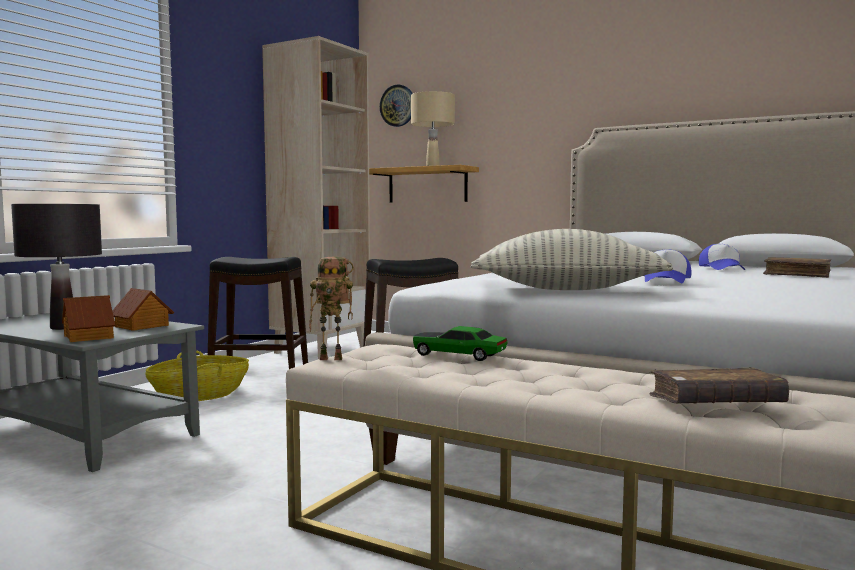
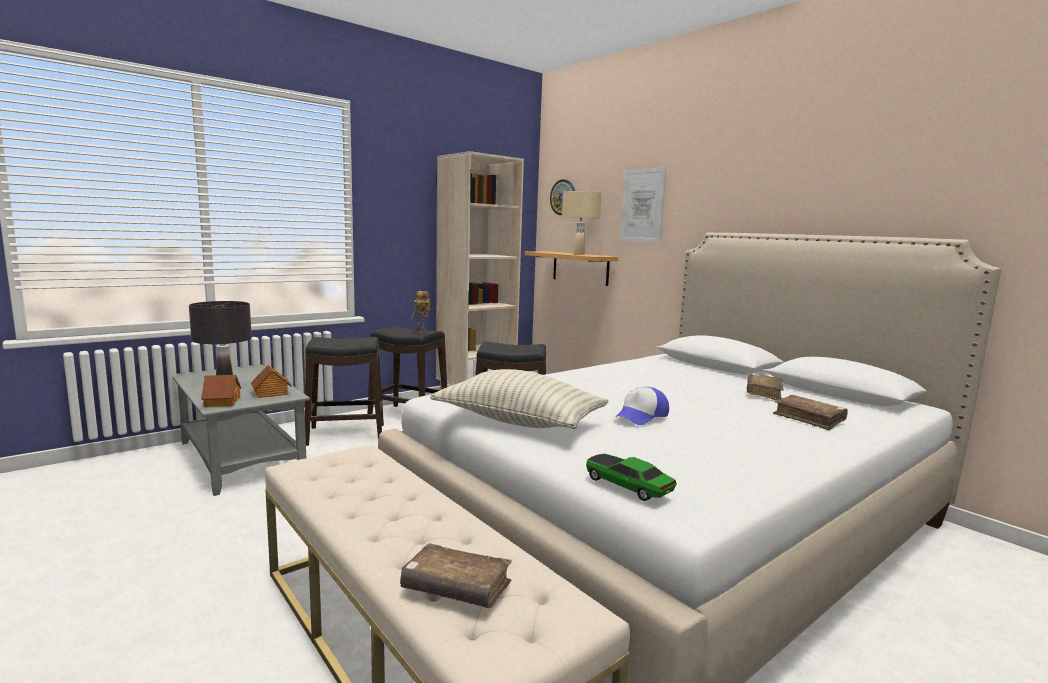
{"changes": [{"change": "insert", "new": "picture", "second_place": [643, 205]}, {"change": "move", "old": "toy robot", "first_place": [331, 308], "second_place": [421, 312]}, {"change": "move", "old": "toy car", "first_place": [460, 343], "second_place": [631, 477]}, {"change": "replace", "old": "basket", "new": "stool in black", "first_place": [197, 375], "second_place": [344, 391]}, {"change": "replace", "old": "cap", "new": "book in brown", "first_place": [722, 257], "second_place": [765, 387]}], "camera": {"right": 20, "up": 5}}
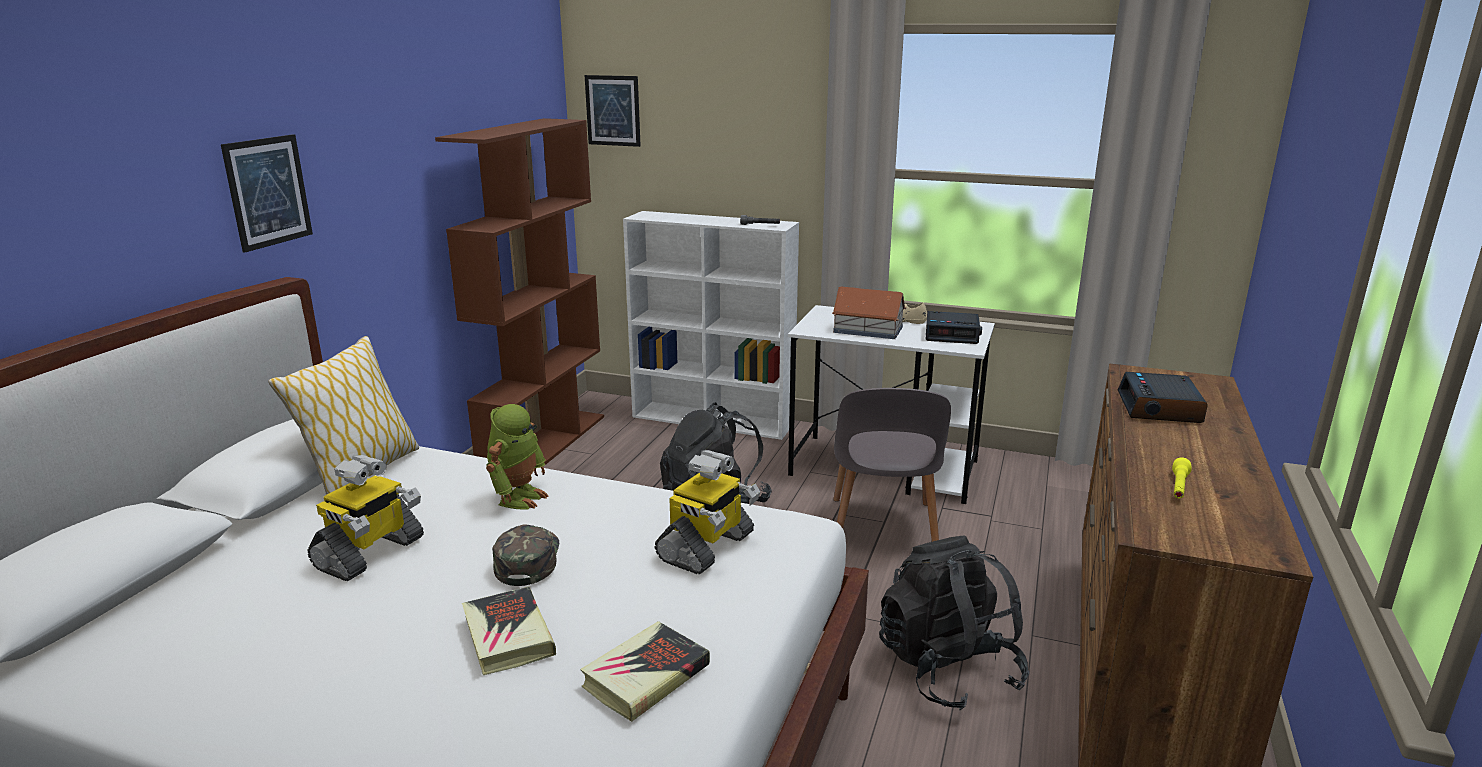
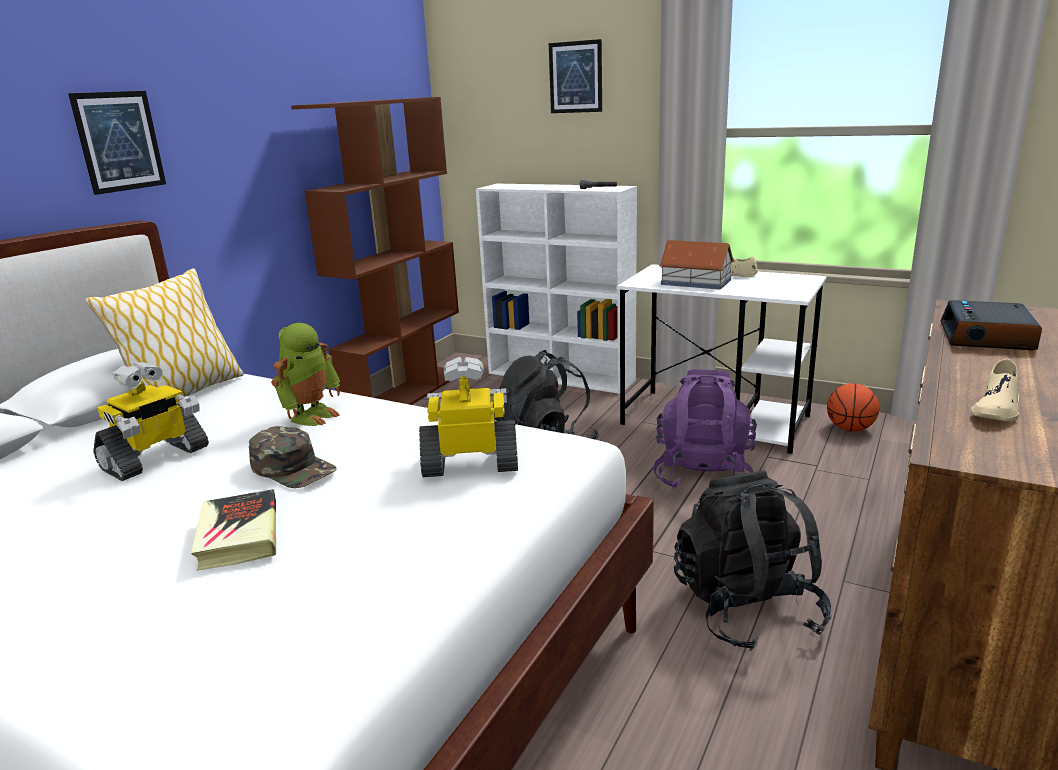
{"changes": [{"change": "delete", "old": "book", "first_place": [645, 671]}, {"change": "delete", "old": "alarm clock", "first_place": [954, 327]}, {"change": "insert", "new": "basketball", "second_place": [853, 407]}, {"change": "move", "old": "picture", "first_place": [613, 111], "second_place": [575, 76]}, {"change": "replace", "old": "chair in grey", "new": "backpack in purple", "first_place": [892, 465], "second_place": [705, 429]}, {"change": "replace", "old": "flashlight in yellow", "new": "shoe in beige", "first_place": [1181, 477], "second_place": [995, 389]}, {"change": "rotate", "old": "cap in green", "first_place": [525, 555], "second_place": [292, 457], "degrees": 120}, {"change": "rotate", "old": "toy robot", "first_place": [708, 512], "second_place": [468, 417], "degrees": -135}], "camera": {"right": 10, "up": 0}}
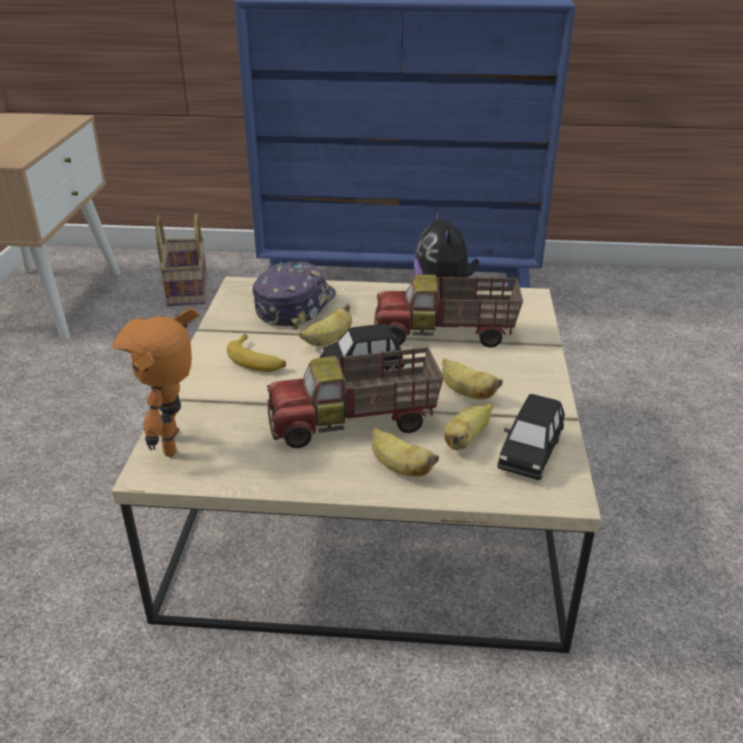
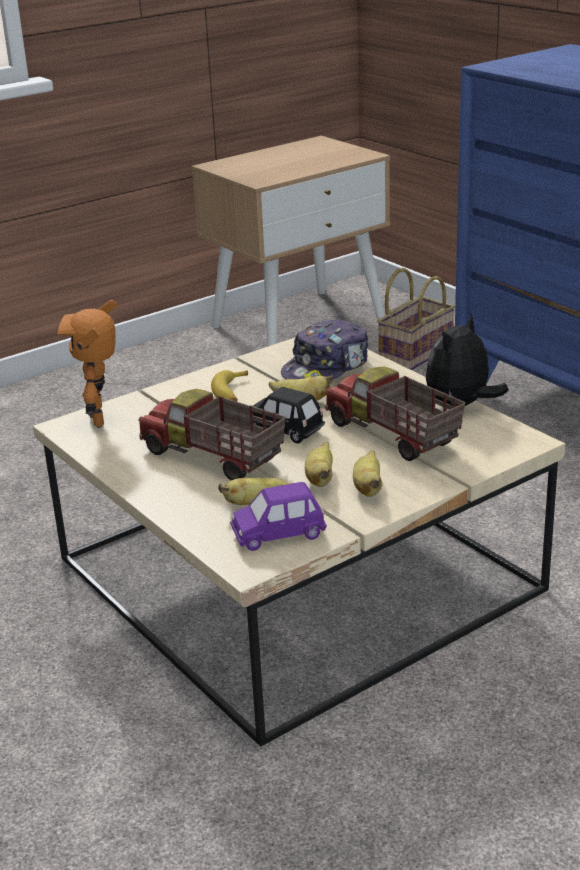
{"changes": [{"change": "move", "old": "banana", "first_place": [405, 452], "second_place": [367, 474]}, {"change": "recolor", "old": "toy car in black", "new": "toy car in purple", "first_place": [531, 437], "second_place": [278, 516]}, {"change": "rotate", "old": "toy robot", "first_place": [155, 382], "second_place": [87, 364], "degrees": -60}, {"change": "rotate", "old": "cap", "first_place": [294, 295], "second_place": [324, 349], "degrees": 150}], "camera": {"right": 50, "up": -5}}
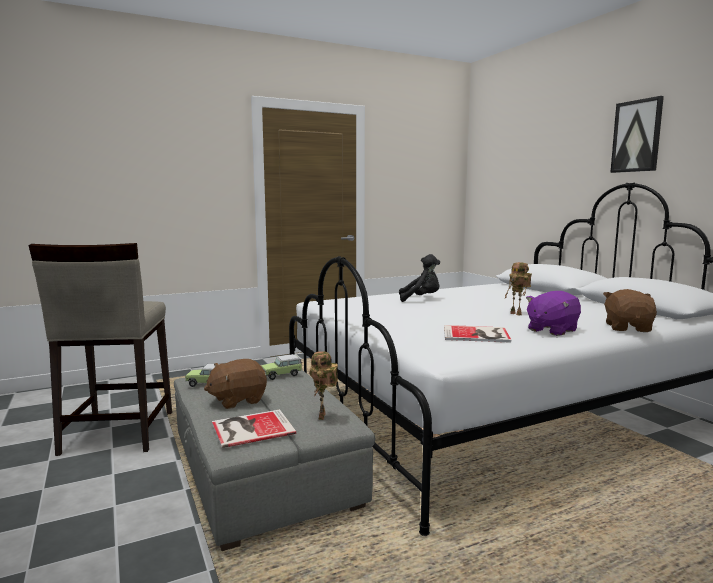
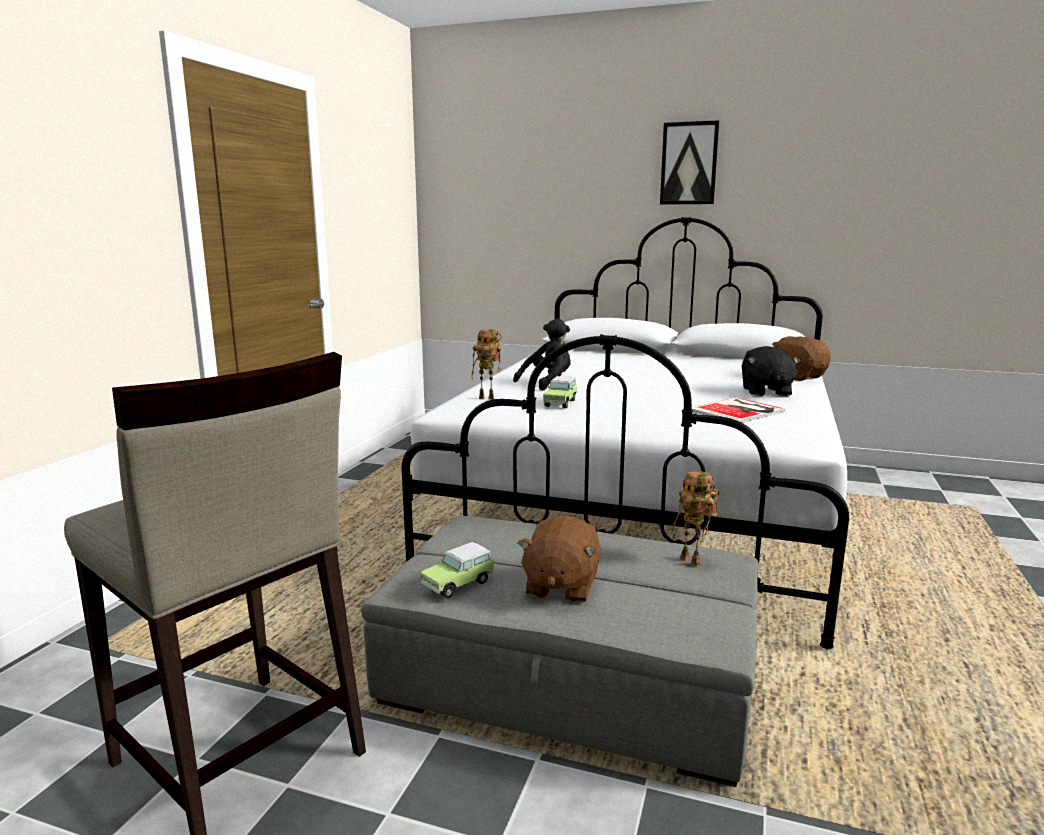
{"changes": [{"change": "delete", "old": "book", "first_place": [254, 428]}, {"change": "move", "old": "toy car", "first_place": [281, 367], "second_place": [560, 392]}, {"change": "move", "old": "toy robot", "first_place": [518, 289], "second_place": [486, 364]}, {"change": "recolor", "old": "plush toy in purple", "new": "plush toy in black", "first_place": [553, 313], "second_place": [771, 371]}], "camera": {"right": -45, "up": 5}}
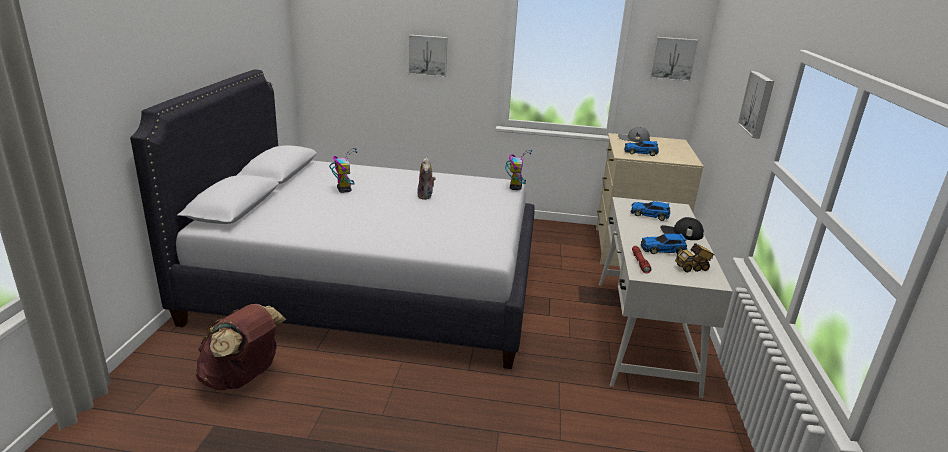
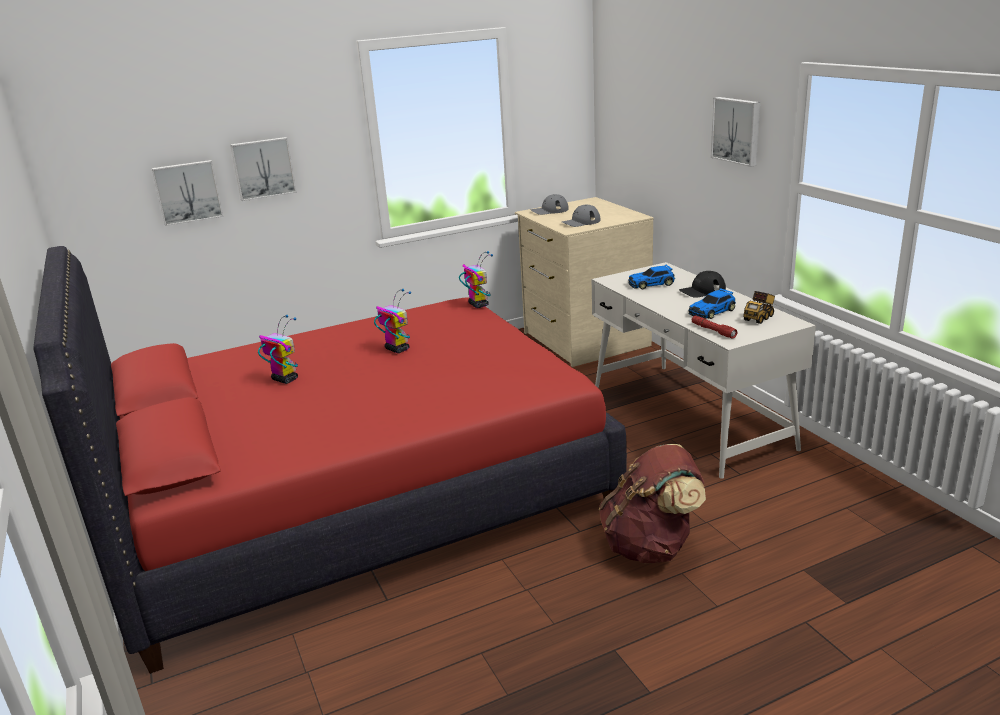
{"changes": [{"change": "move", "old": "backpack in brown", "first_place": [241, 347], "second_place": [652, 504]}, {"change": "move", "old": "picture", "first_place": [674, 59], "second_place": [187, 193]}, {"change": "replace", "old": "plush toy", "new": "toy robot", "first_place": [426, 178], "second_place": [392, 321]}, {"change": "replace", "old": "toy car", "new": "cap in grey", "first_place": [641, 148], "second_place": [581, 216]}, {"change": "recolor", "old": "bed in white", "new": "bed in red", "first_place": [332, 219], "second_place": [330, 460]}], "camera": {"right": -30, "up": 0}}
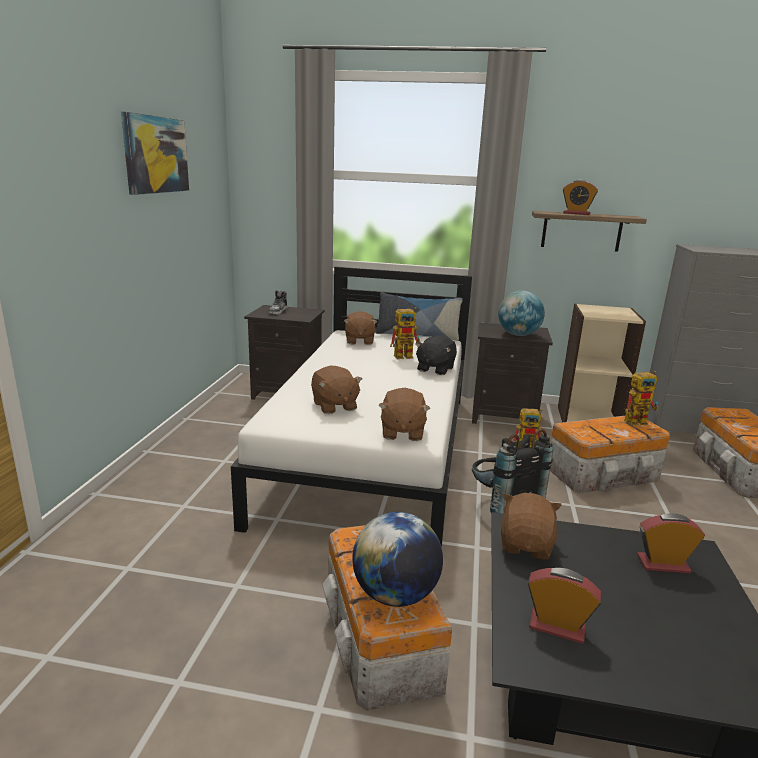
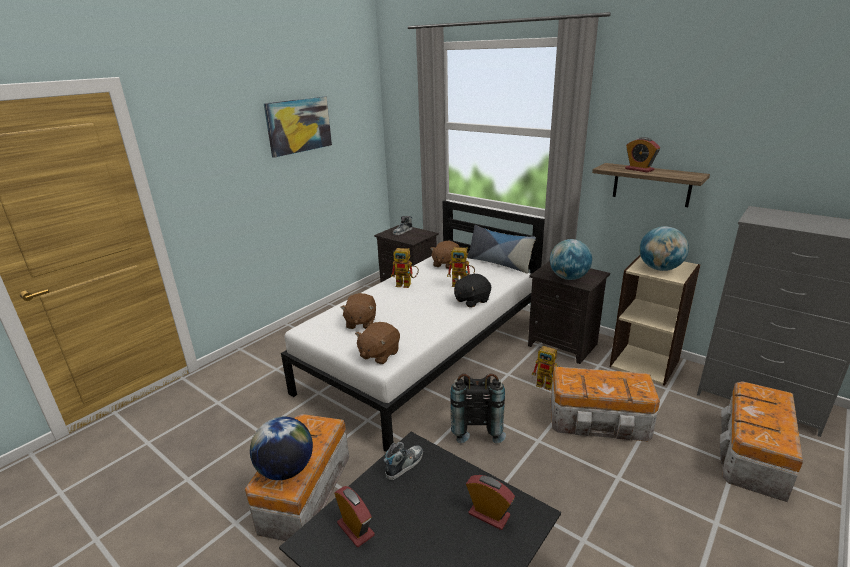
{"changes": [{"change": "insert", "new": "globe", "second_place": [664, 248]}, {"change": "move", "old": "toy robot", "first_place": [641, 398], "second_place": [405, 268]}, {"change": "replace", "old": "plush toy in brown", "new": "shoe", "first_place": [531, 526], "second_place": [403, 461]}], "camera": {"right": 30, "up": 5}}
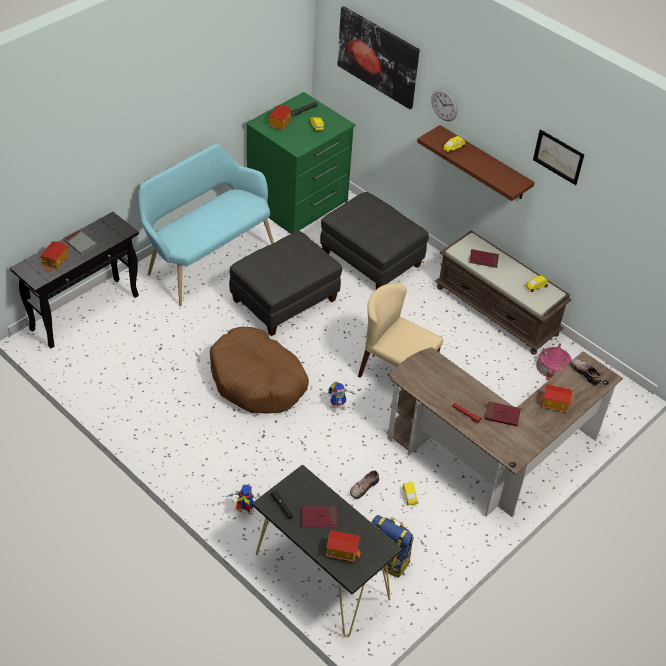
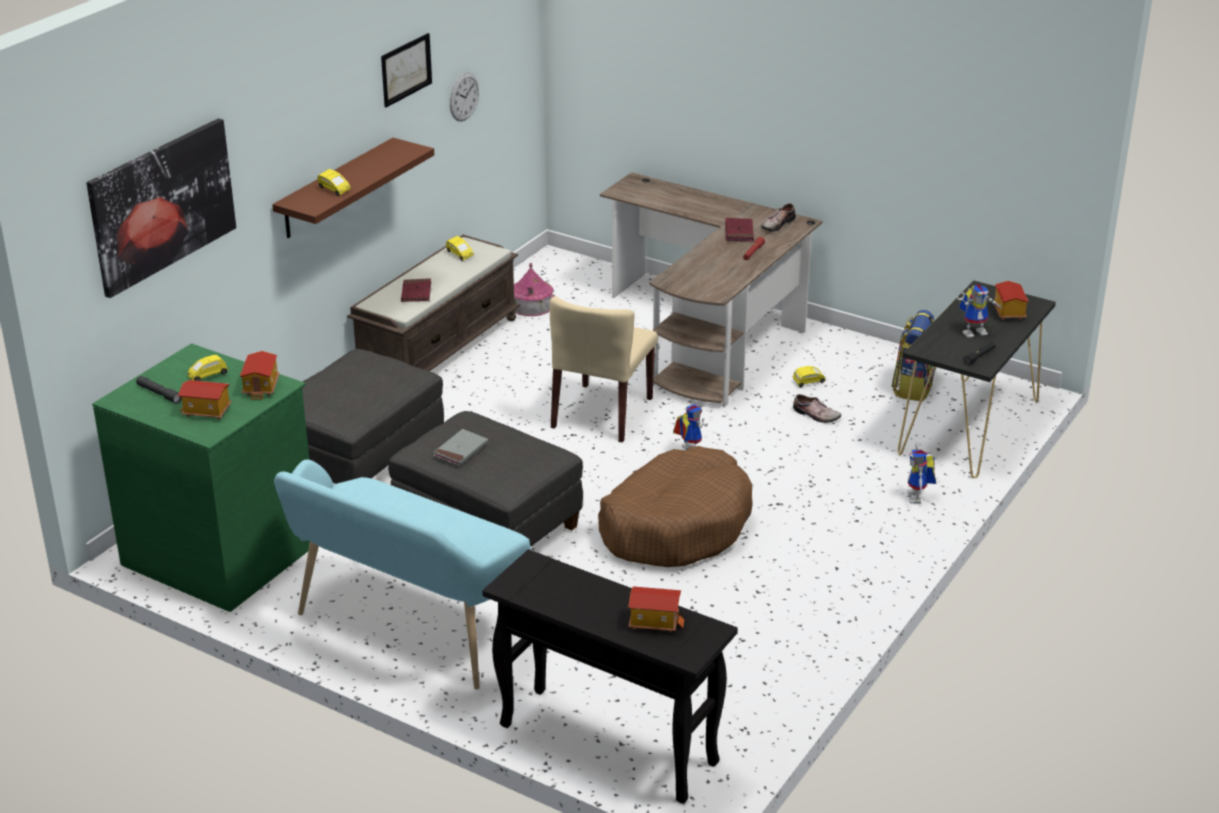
{"changes": [{"change": "move", "old": "book in grey", "first_place": [80, 242], "second_place": [461, 447]}, {"change": "move", "old": "wall clock", "first_place": [444, 105], "second_place": [464, 96]}, {"change": "move", "old": "toy house", "first_place": [555, 398], "second_place": [260, 375]}, {"change": "move", "old": "shoe", "first_place": [586, 372], "second_place": [778, 217]}, {"change": "replace", "old": "book in red", "new": "toy robot", "first_place": [319, 517], "second_place": [979, 311]}], "camera": {"right": -100, "up": -15}}
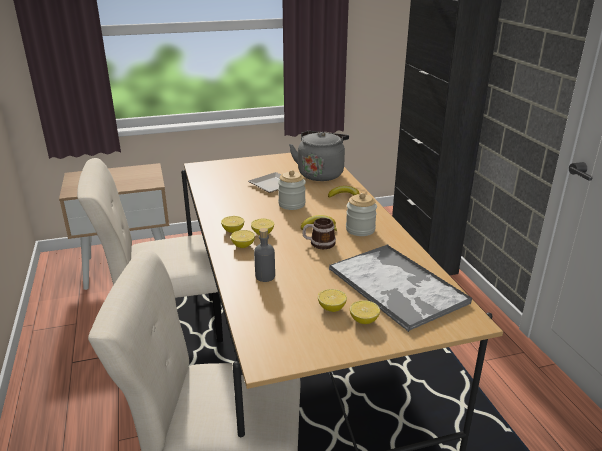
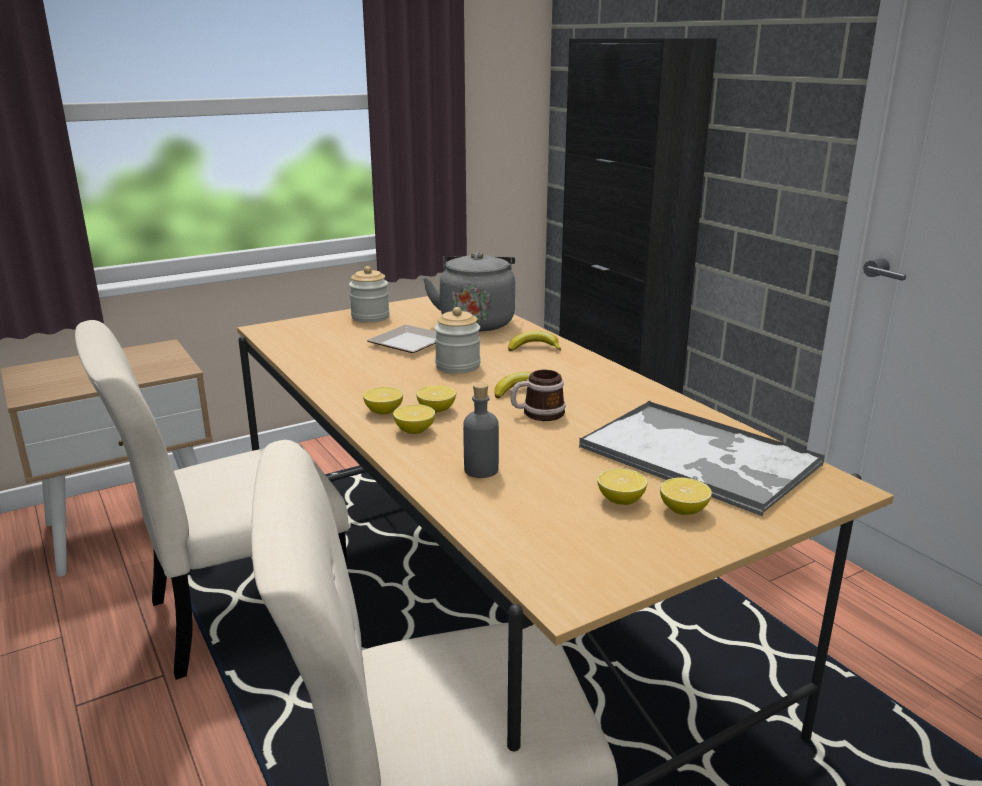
{"changes": [{"change": "move", "old": "jar", "first_place": [361, 214], "second_place": [369, 294]}], "camera": {"right": -15, "up": -5}}
